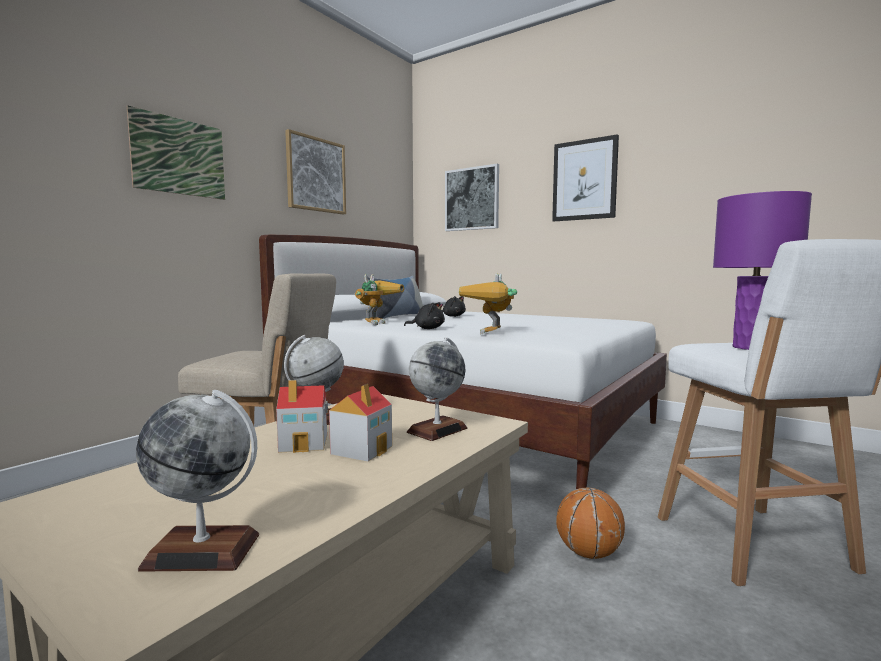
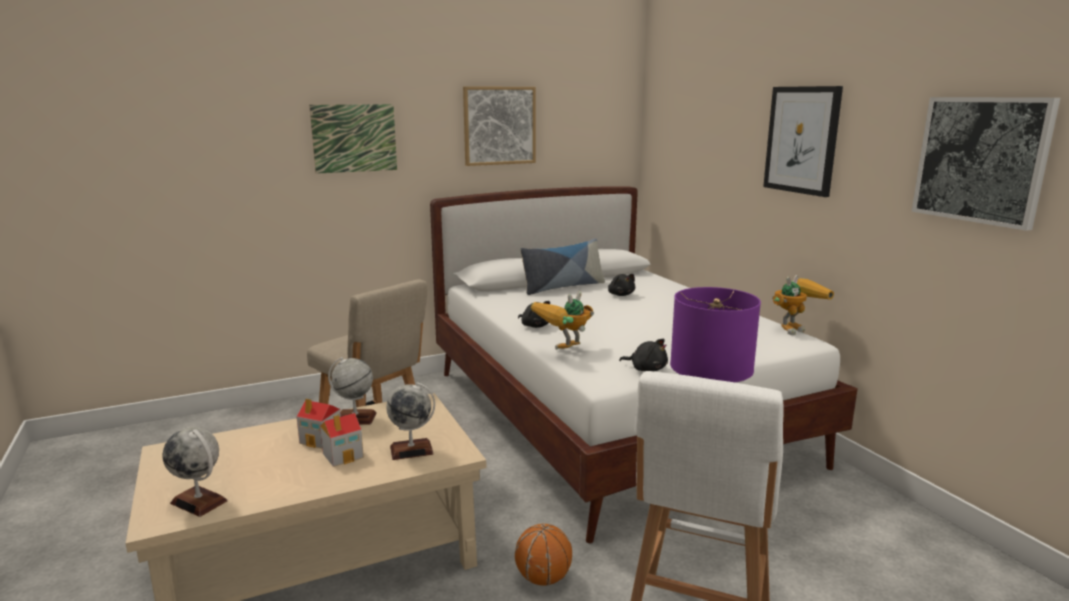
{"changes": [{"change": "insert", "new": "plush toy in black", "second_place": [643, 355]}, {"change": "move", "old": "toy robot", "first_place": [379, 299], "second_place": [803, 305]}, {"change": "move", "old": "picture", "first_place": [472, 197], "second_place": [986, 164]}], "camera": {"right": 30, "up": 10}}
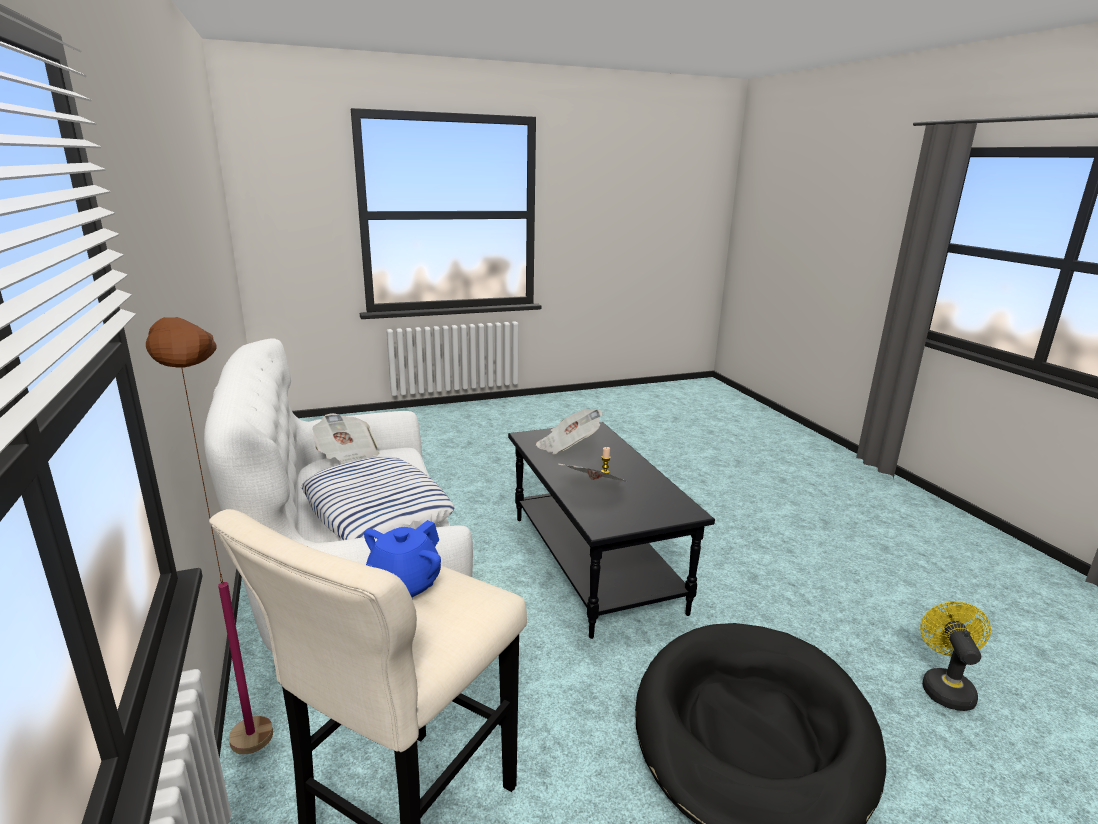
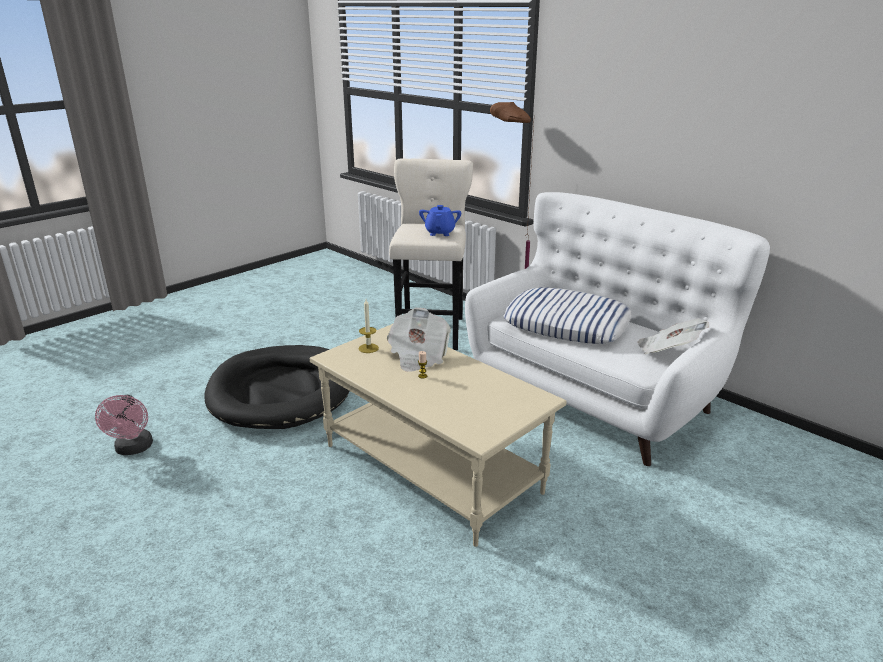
{"changes": [{"change": "delete", "old": "newspaper", "first_place": [569, 432]}, {"change": "insert", "new": "candle", "second_place": [369, 326]}, {"change": "recolor", "old": "coffee table in black", "new": "coffee table in beige", "first_place": [611, 530], "second_place": [438, 435]}, {"change": "recolor", "old": "fan in yellow", "new": "fan in pink", "first_place": [955, 656], "second_place": [124, 425]}], "camera": {"right": 155, "up": 5}}
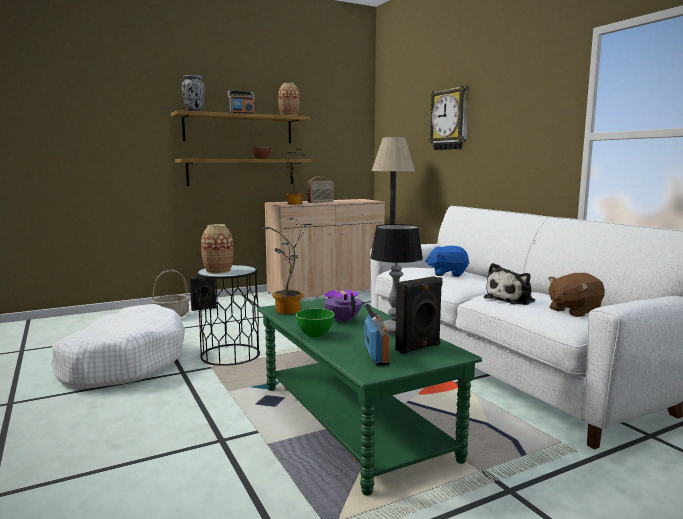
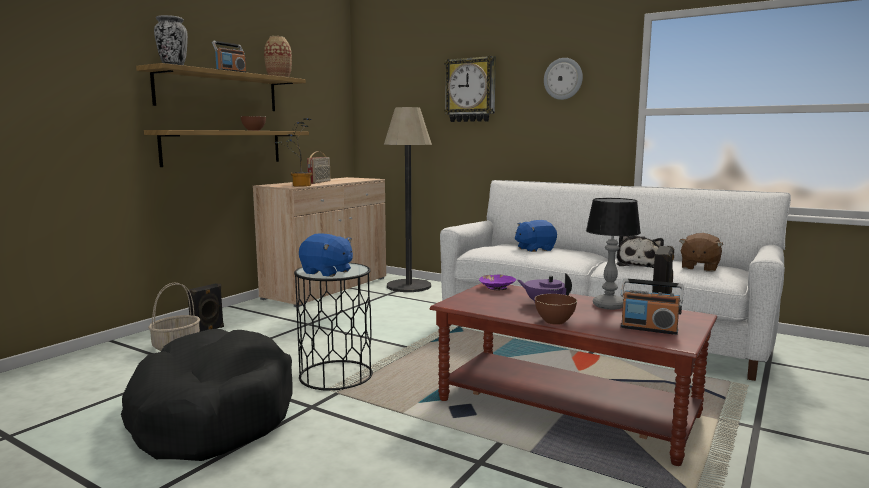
{"changes": [{"change": "delete", "old": "potted plant", "first_place": [286, 266]}, {"change": "insert", "new": "wall clock", "second_place": [563, 79]}, {"change": "replace", "old": "vase", "new": "plush toy in blue", "first_place": [217, 249], "second_place": [326, 255]}, {"change": "recolor", "old": "dog bed in white", "new": "dog bed in black", "first_place": [118, 346], "second_place": [207, 395]}, {"change": "recolor", "old": "coffee table in green", "new": "coffee table in brown", "first_place": [370, 397], "second_place": [573, 374]}, {"change": "recolor", "old": "bowl in green", "new": "bowl in brown", "first_place": [315, 323], "second_place": [555, 309]}, {"change": "rotate", "old": "radio", "first_place": [377, 334], "second_place": [652, 306], "degrees": 150}], "camera": {"right": -30, "up": 0}}
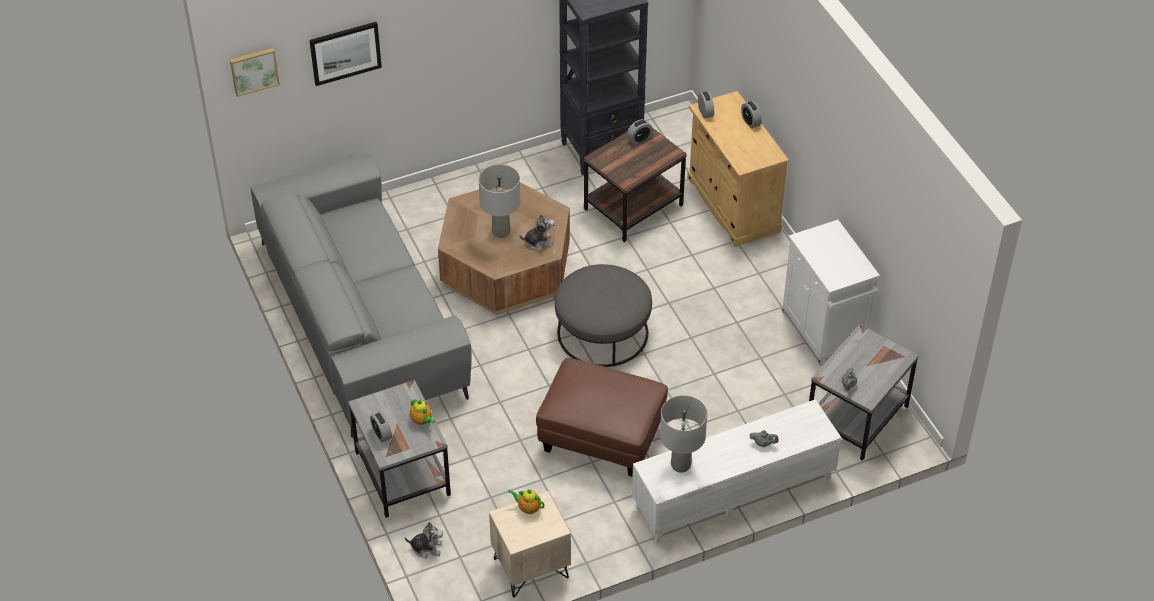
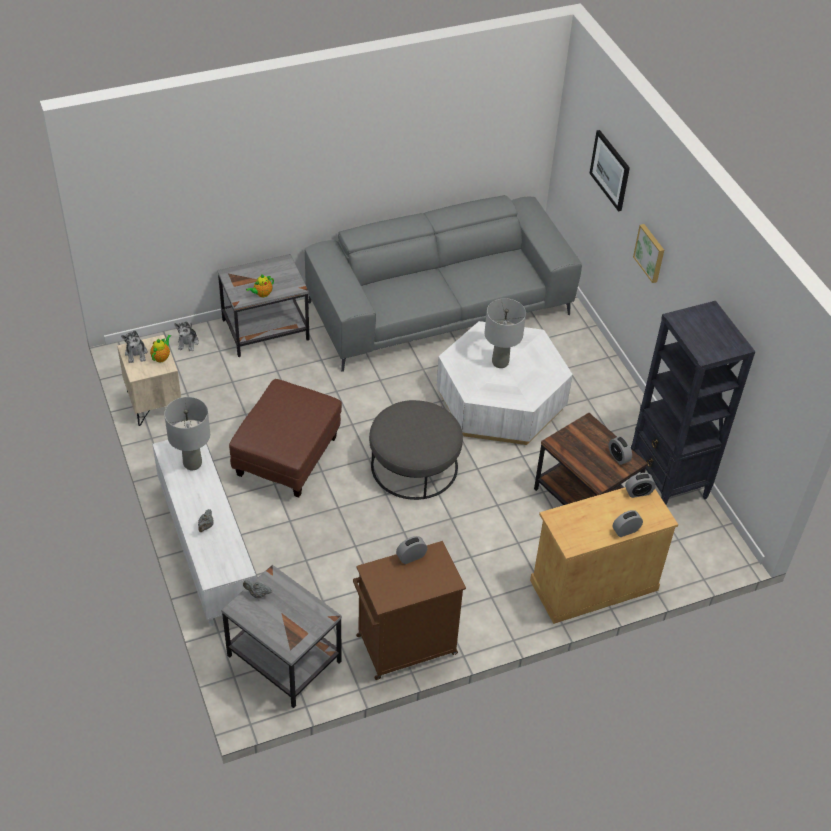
{"changes": [{"change": "move", "old": "picture", "first_place": [255, 72], "second_place": [648, 253]}, {"change": "move", "old": "alarm clock", "first_place": [381, 427], "second_place": [411, 550]}, {"change": "move", "old": "plush toy", "first_place": [537, 232], "second_place": [134, 346]}, {"change": "recolor", "old": "coffee table in brown", "new": "coffee table in white", "first_place": [504, 248], "second_place": [505, 383]}, {"change": "recolor", "old": "cabinet in white", "new": "cabinet in brown", "first_place": [831, 293], "second_place": [409, 610]}], "camera": {"right": 90, "up": 0}}
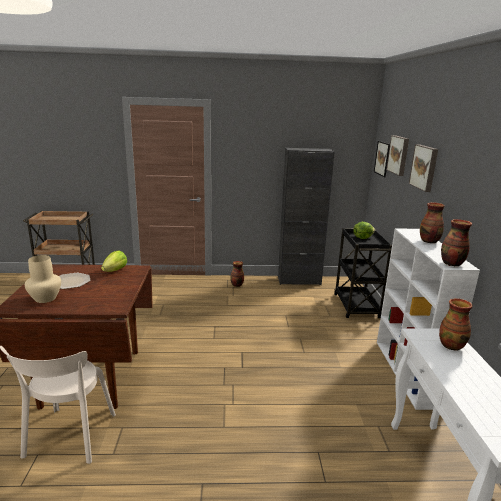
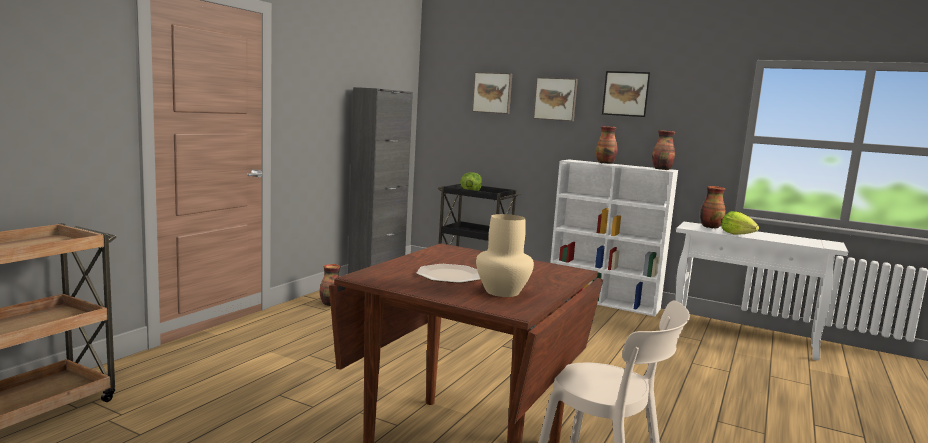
{"changes": [{"change": "move", "old": "lettuce", "first_place": [114, 261], "second_place": [740, 223]}, {"change": "move", "old": "picture", "first_place": [382, 159], "second_place": [626, 94]}], "camera": {"right": -60, "up": -10}}
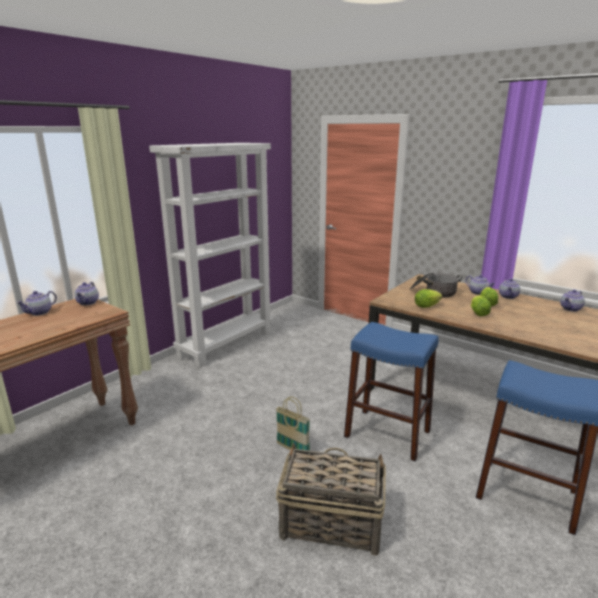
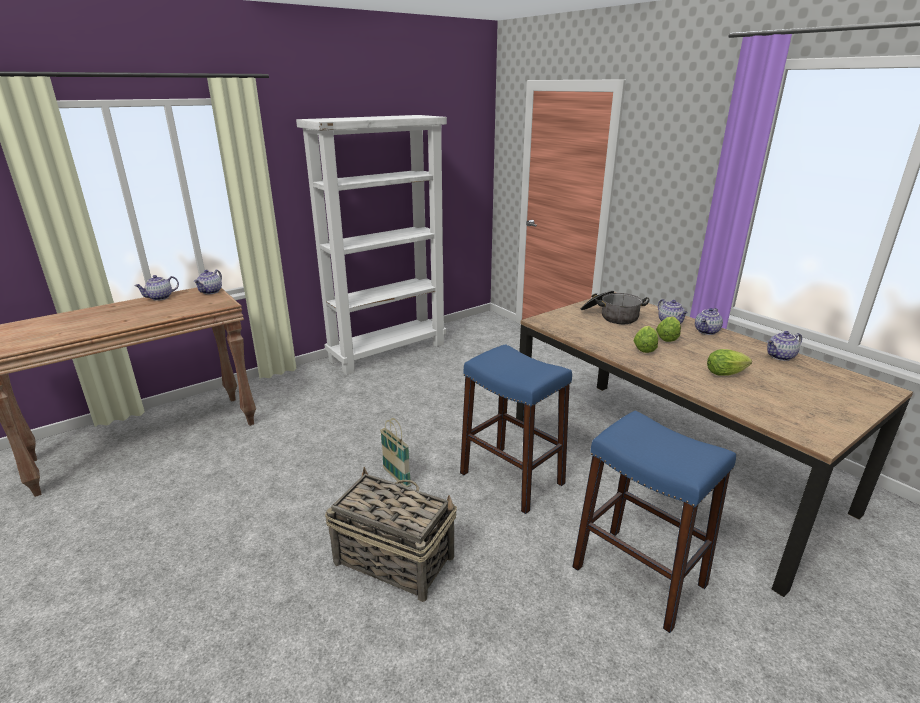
{"changes": [{"change": "move", "old": "lettuce", "first_place": [429, 298], "second_place": [729, 362]}], "camera": {"right": 15, "up": 5}}
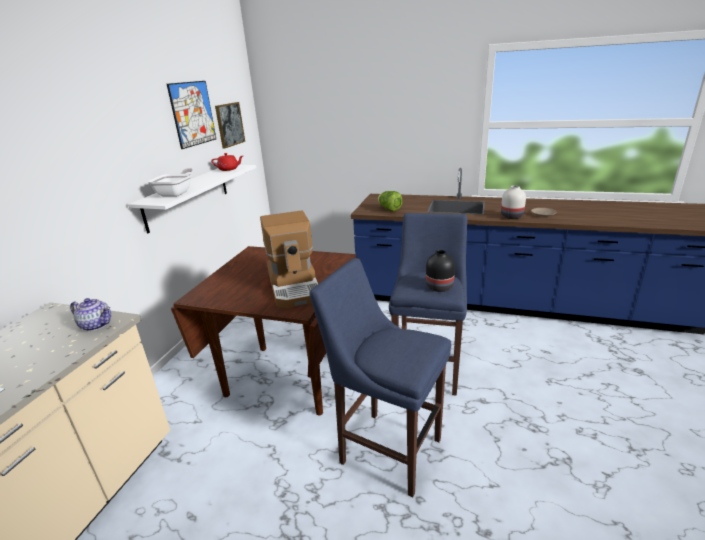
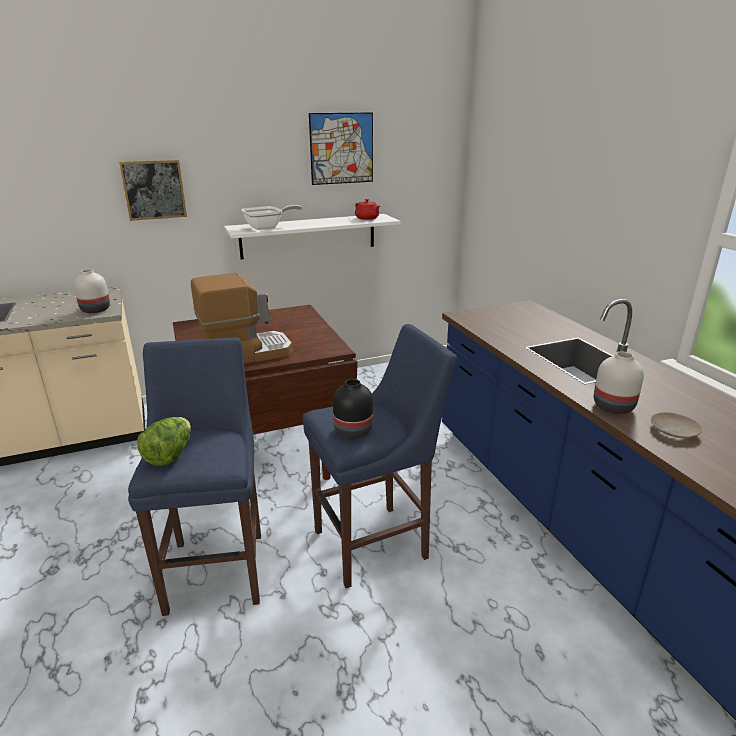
{"changes": [{"change": "move", "old": "picture", "first_place": [230, 125], "second_place": [153, 190]}, {"change": "move", "old": "lettuce", "first_place": [390, 201], "second_place": [164, 441]}, {"change": "replace", "old": "teapot", "new": "vase in white", "first_place": [90, 314], "second_place": [92, 291]}, {"change": "rotate", "old": "coffee machine", "first_place": [289, 259], "second_place": [242, 318], "degrees": -150}], "camera": {"right": 50, "up": 0}}
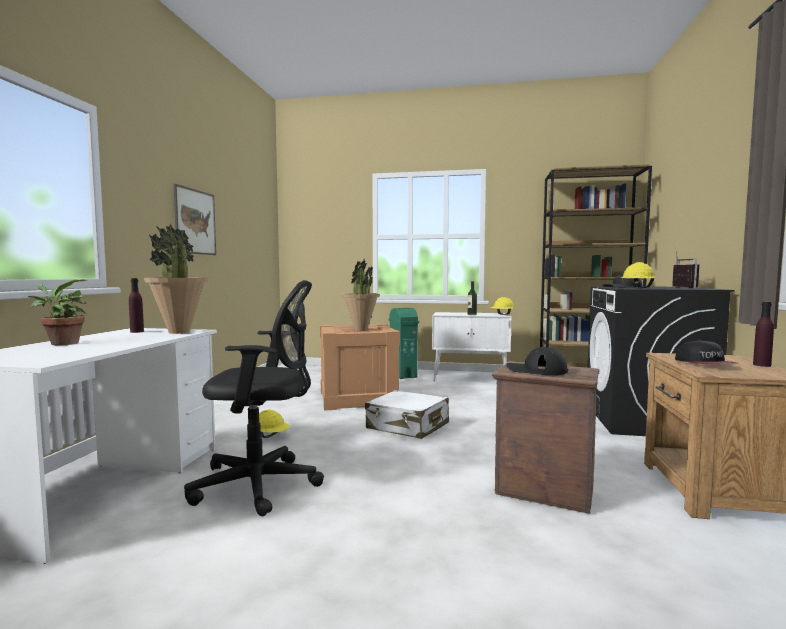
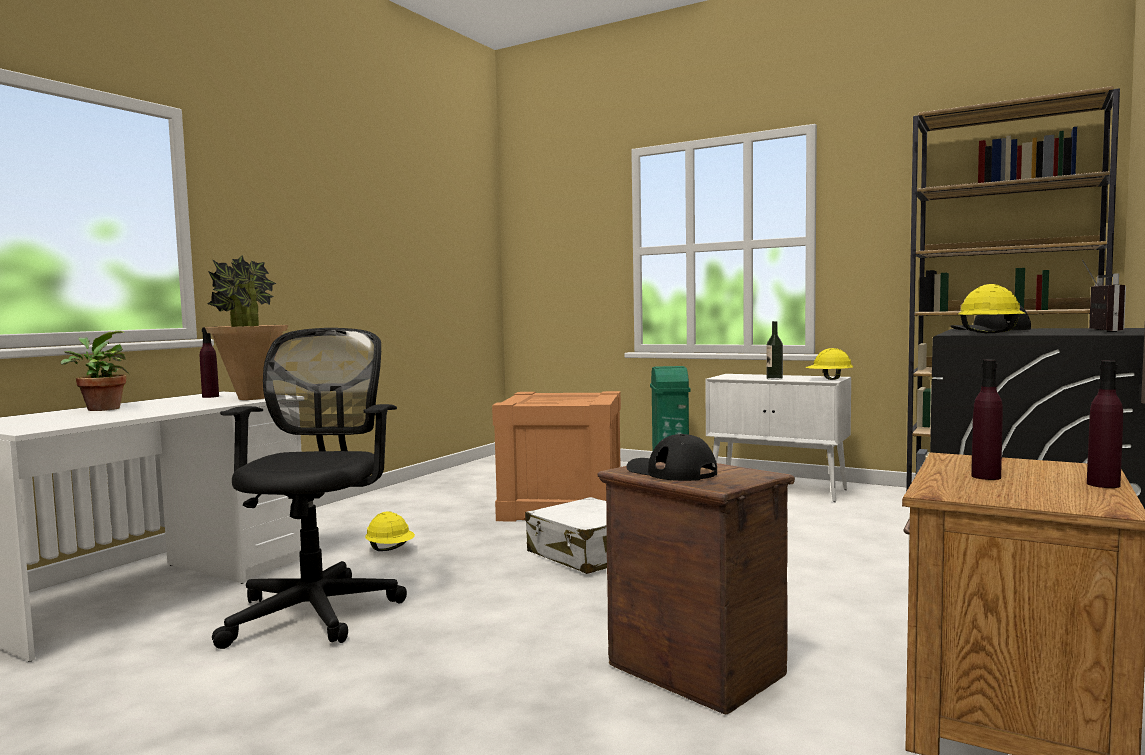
{"changes": [{"change": "delete", "old": "picture", "first_place": [194, 219]}, {"change": "delete", "old": "potted plant", "first_place": [361, 295]}, {"change": "replace", "old": "cap", "new": "bottle in purple", "first_place": [706, 352], "second_place": [987, 420]}, {"change": "rotate", "old": "office chair in black", "first_place": [254, 398], "second_place": [309, 488], "degrees": -105}], "camera": {"right": 20, "up": 0}}
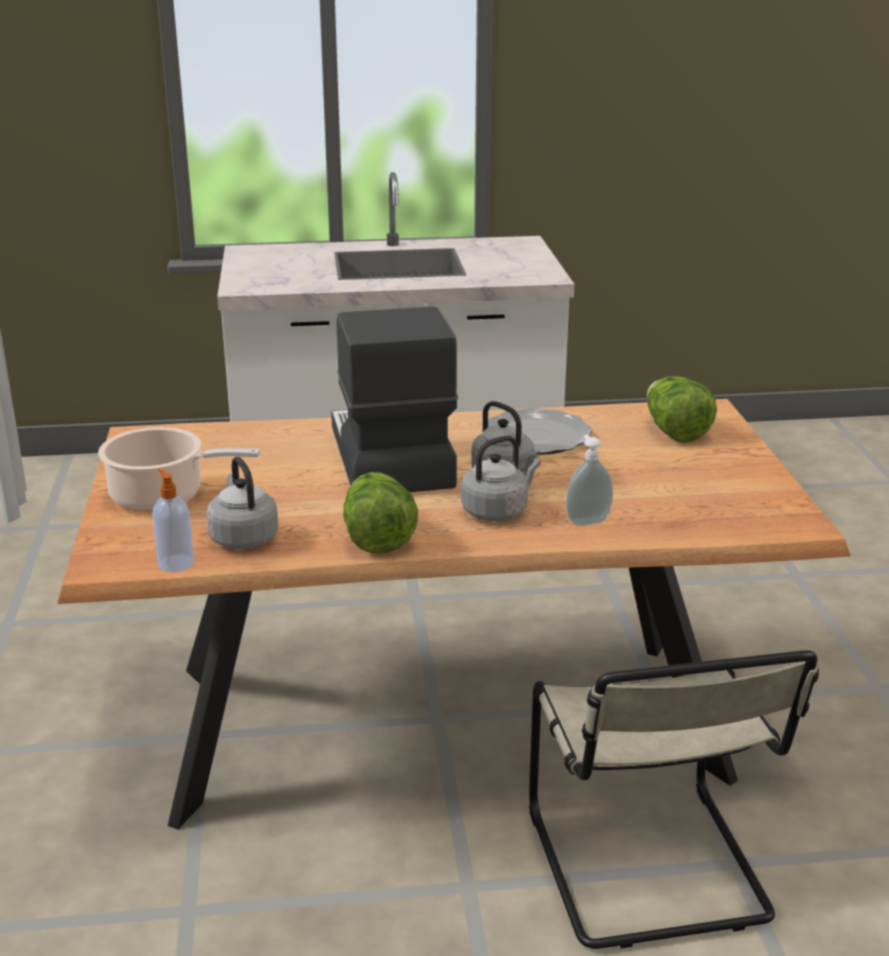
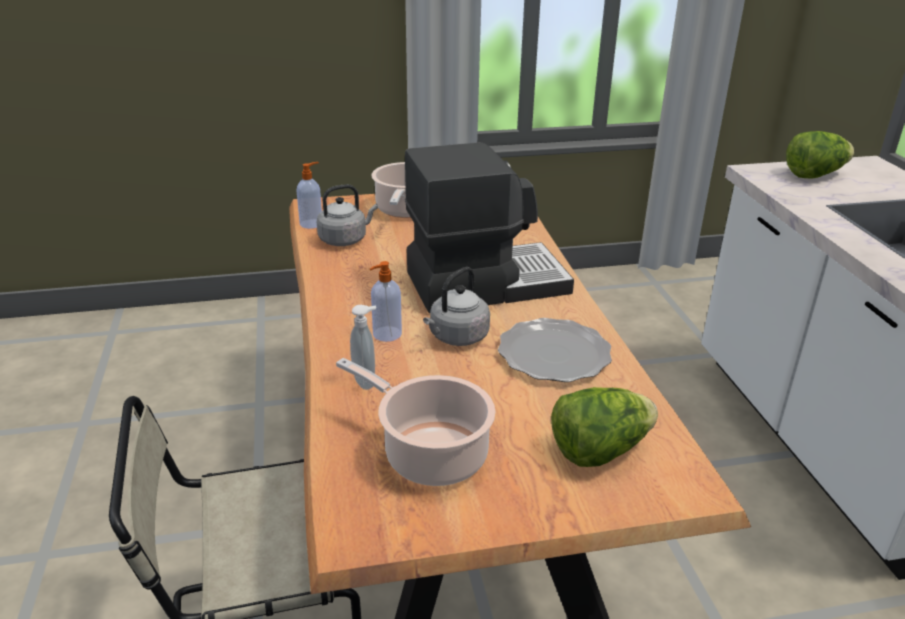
{"changes": [{"change": "insert", "new": "cooking pot", "second_place": [415, 422]}, {"change": "move", "old": "lettuce", "first_place": [380, 513], "second_place": [820, 154]}, {"change": "replace", "old": "kettle in grey", "new": "soap dispenser", "first_place": [501, 478], "second_place": [386, 301]}], "camera": {"right": 85, "up": 5}}
